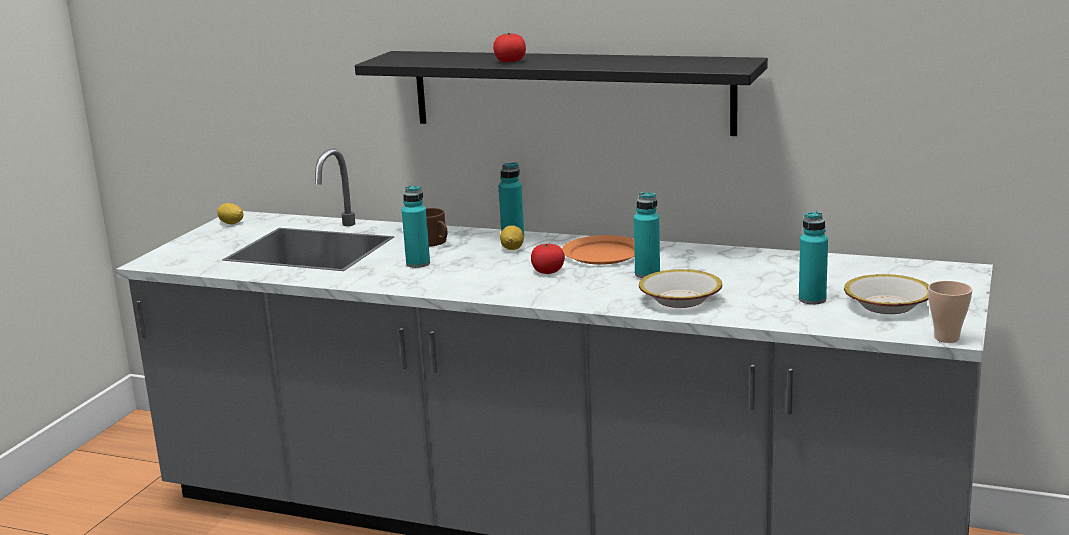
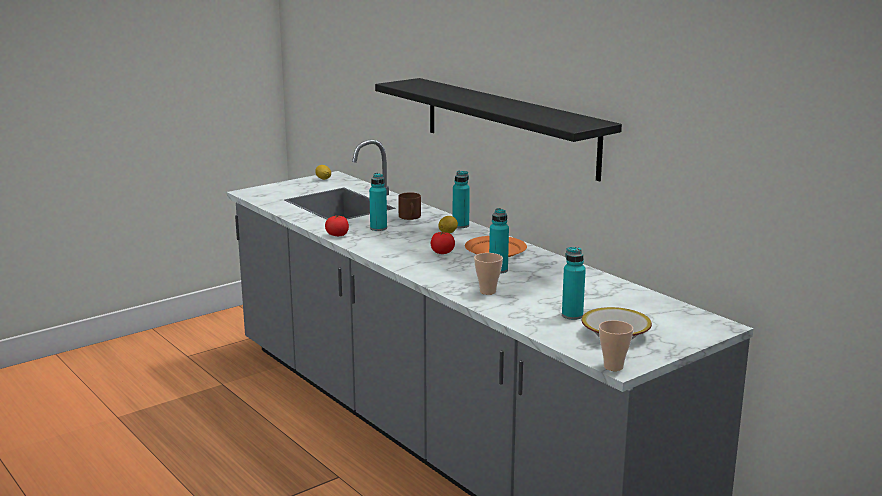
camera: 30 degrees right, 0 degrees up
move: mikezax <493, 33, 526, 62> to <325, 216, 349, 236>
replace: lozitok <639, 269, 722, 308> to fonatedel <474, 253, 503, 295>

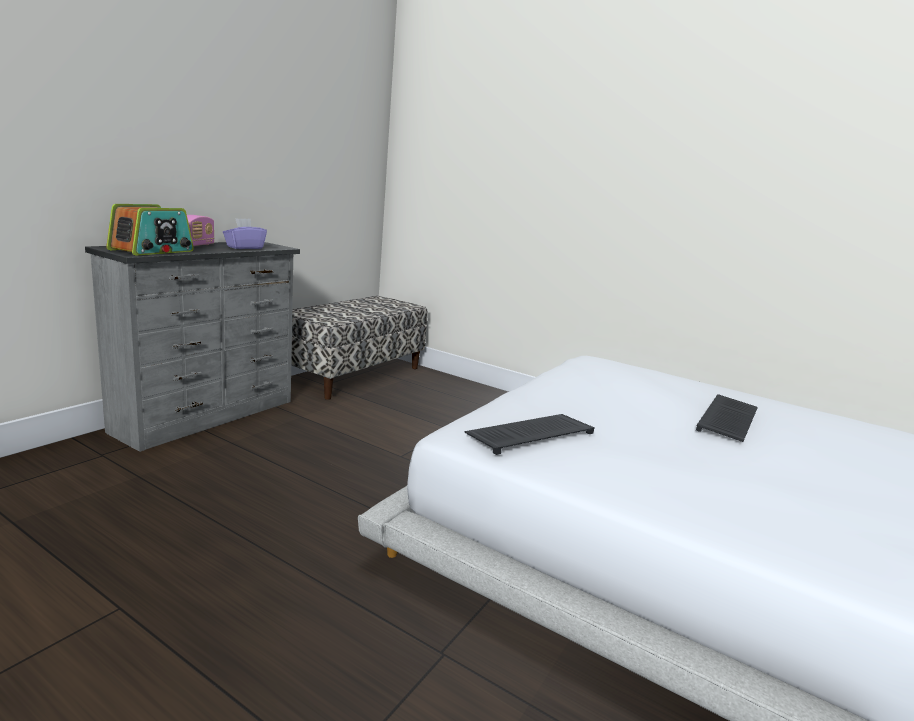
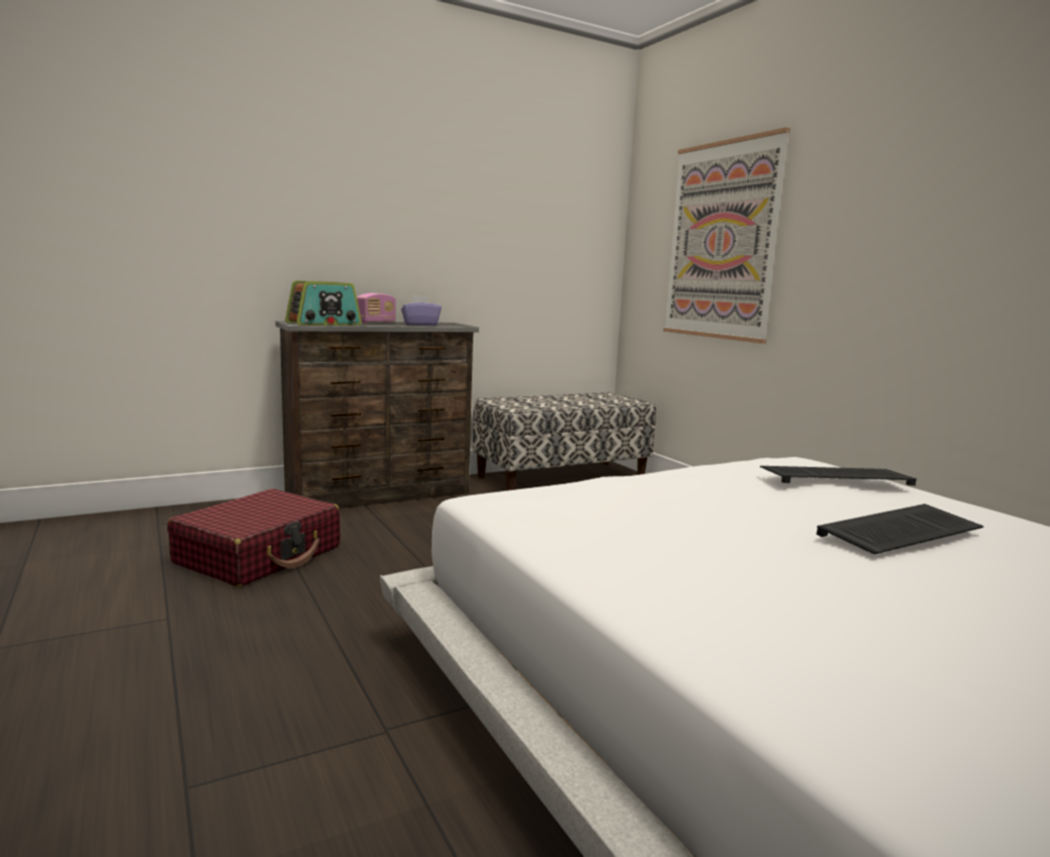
camera: 30 degrees right, 5 degrees down
insert: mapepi <663, 127, 790, 344>; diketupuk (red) <167, 489, 340, 587>
move: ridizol <465, 414, 595, 455> to <760, 466, 917, 486>
recolor: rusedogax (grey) <85, 242, 300, 452> to rusedogax (brown) <275, 321, 479, 509>

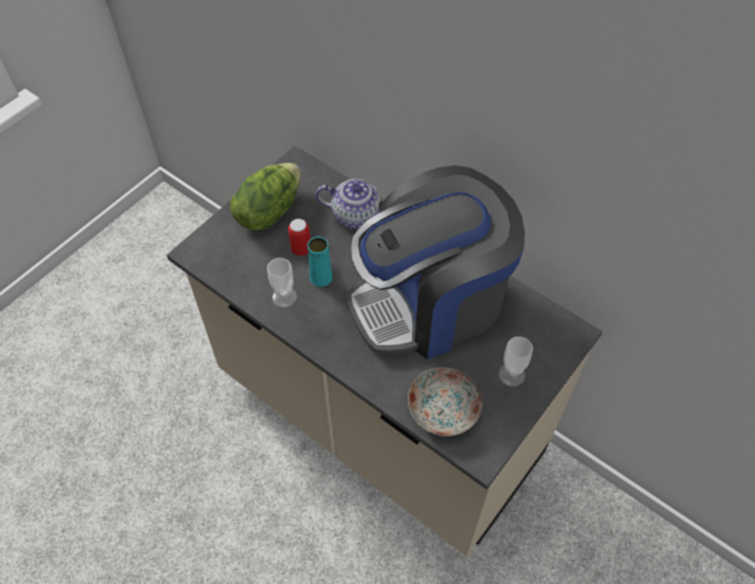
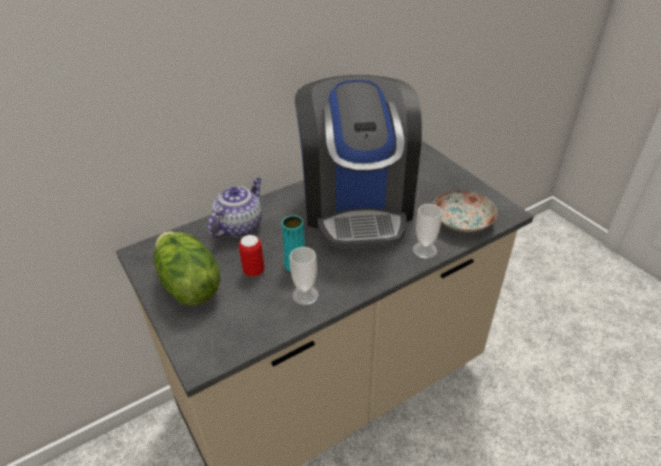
camera: 70 degrees left, 15 degrees down
move: fonatedel <499, 336, 533, 387> to <413, 204, 442, 259>

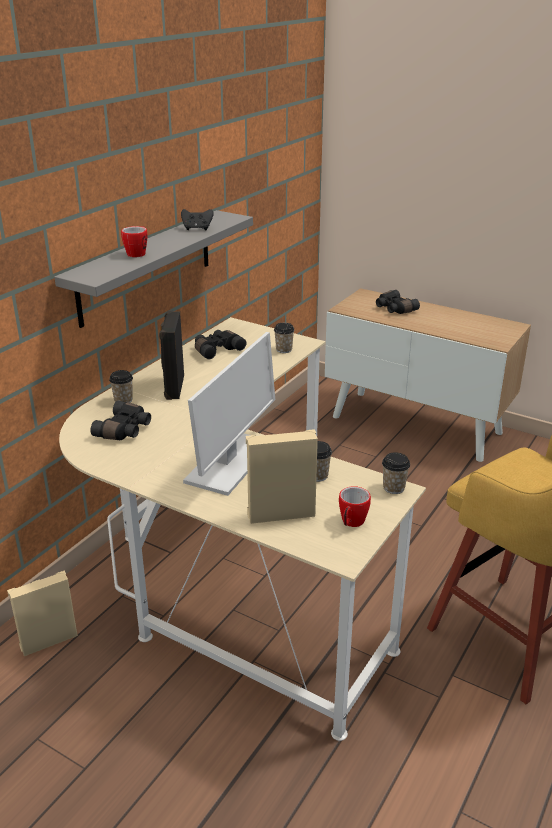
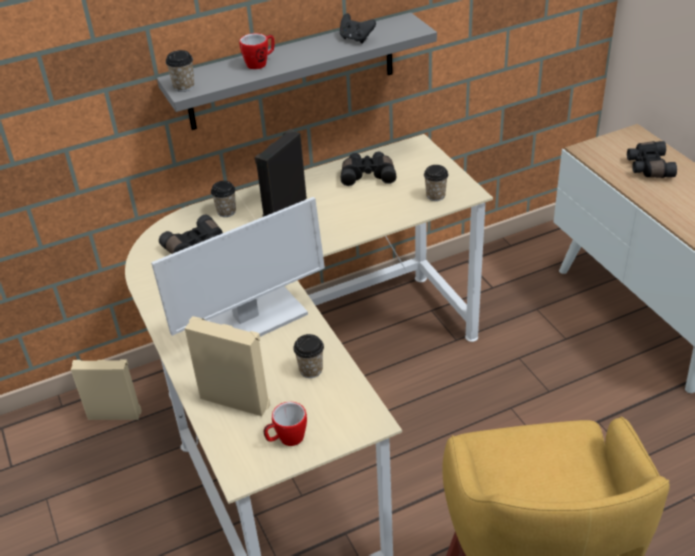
camera: 35 degrees right, 10 degrees up
move: fonatedel <382, 452, 410, 494> to <166, 50, 194, 92>

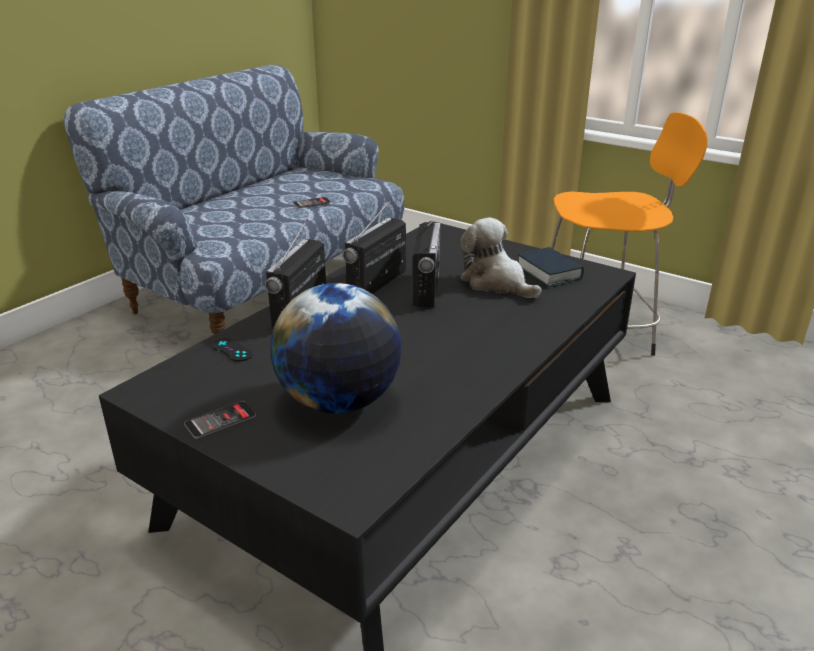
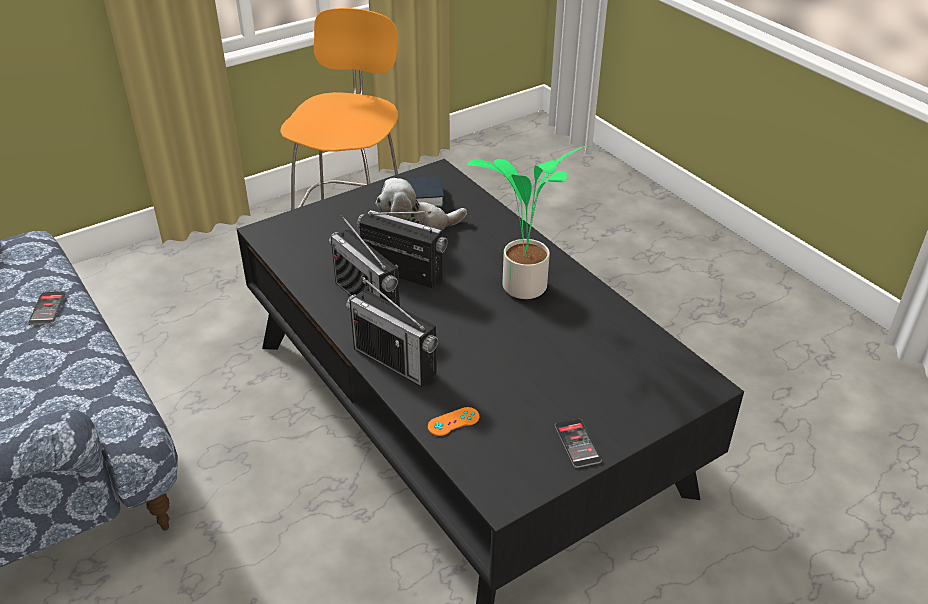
camera: 70 degrees left, 10 degrees up
delete: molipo <270, 283, 402, 414>
insert: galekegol <467, 146, 590, 299>
recolor: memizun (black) <212, 338, 253, 362> to memizun (orange) <428, 407, 479, 436>

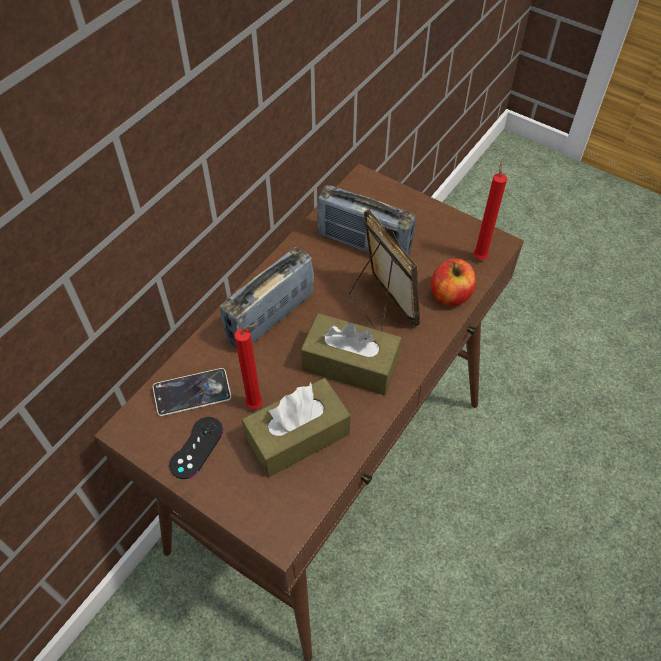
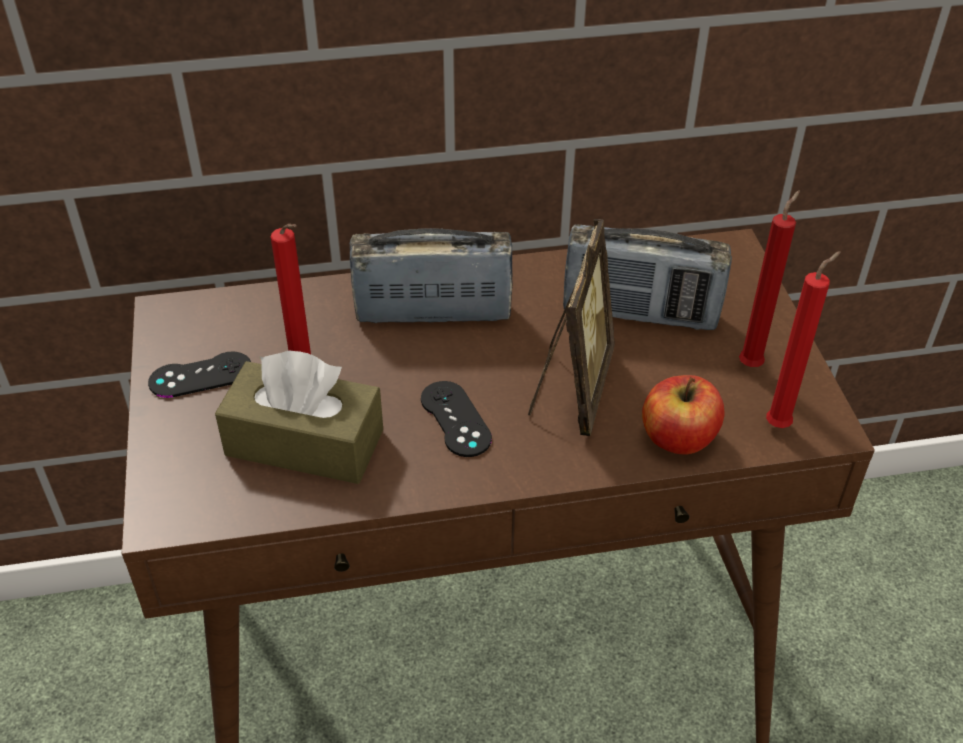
camera: 45 degrees right, 10 degrees down
delete: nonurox <153, 368, 231, 416>
insert: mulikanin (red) <739, 190, 800, 367>
replace: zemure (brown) <301, 313, 402, 395> to memizun (black) <421, 381, 492, 457>
rotate: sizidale <317, 185, 416, 255> = <563, 225, 732, 330> 60 degrees counterclockwise

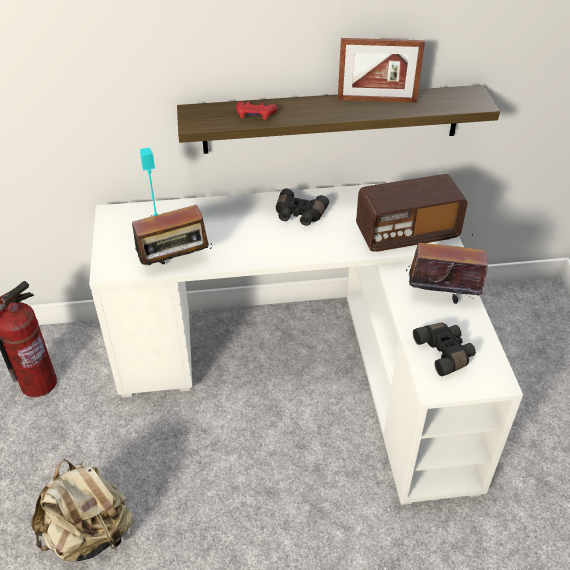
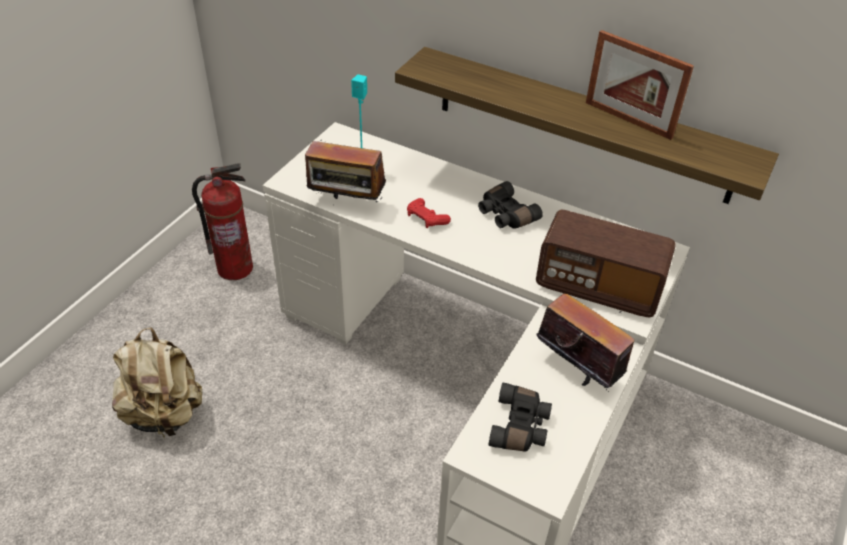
camera: 35 degrees right, 0 degrees up
move: memizun (red) <236, 102, 277, 120> to <407, 198, 451, 228>

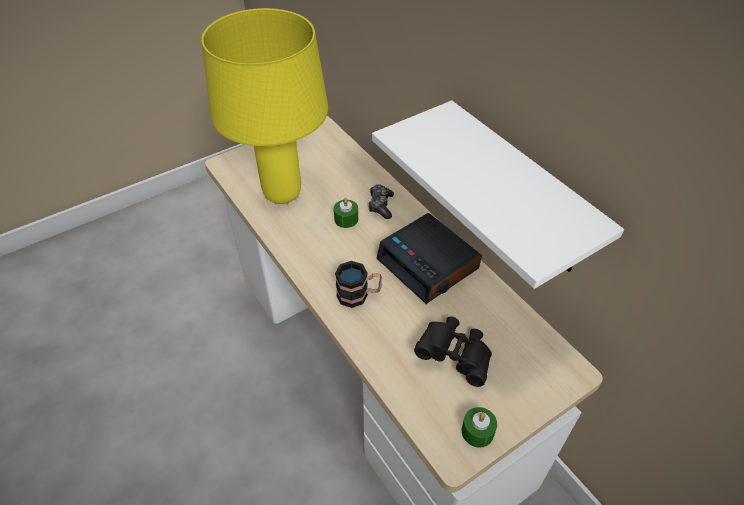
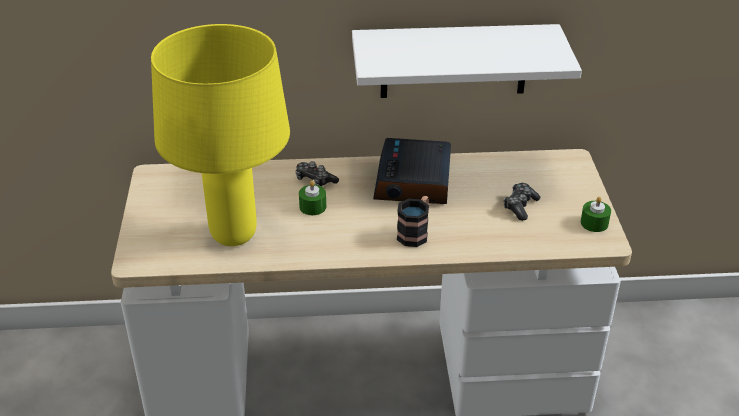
camera: 60 degrees left, 10 degrees down
replace: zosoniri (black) <414, 316, 492, 387> to memizun <503, 183, 540, 221>
rotate: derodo <377, 213, 482, 304> = <373, 138, 451, 204> 105 degrees clockwise

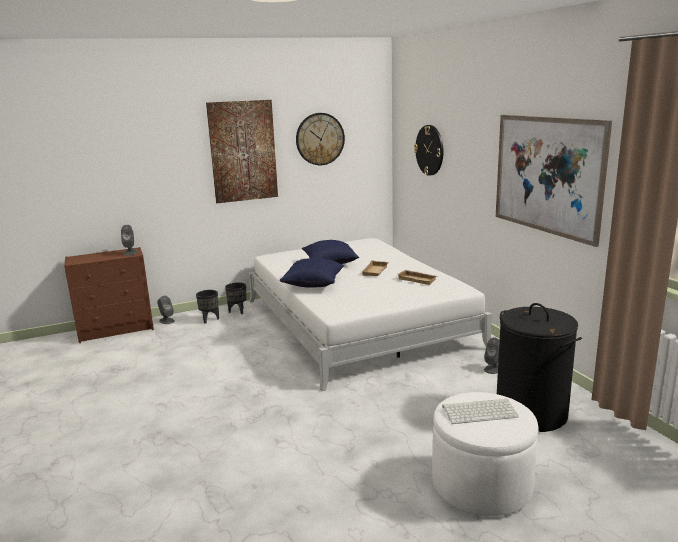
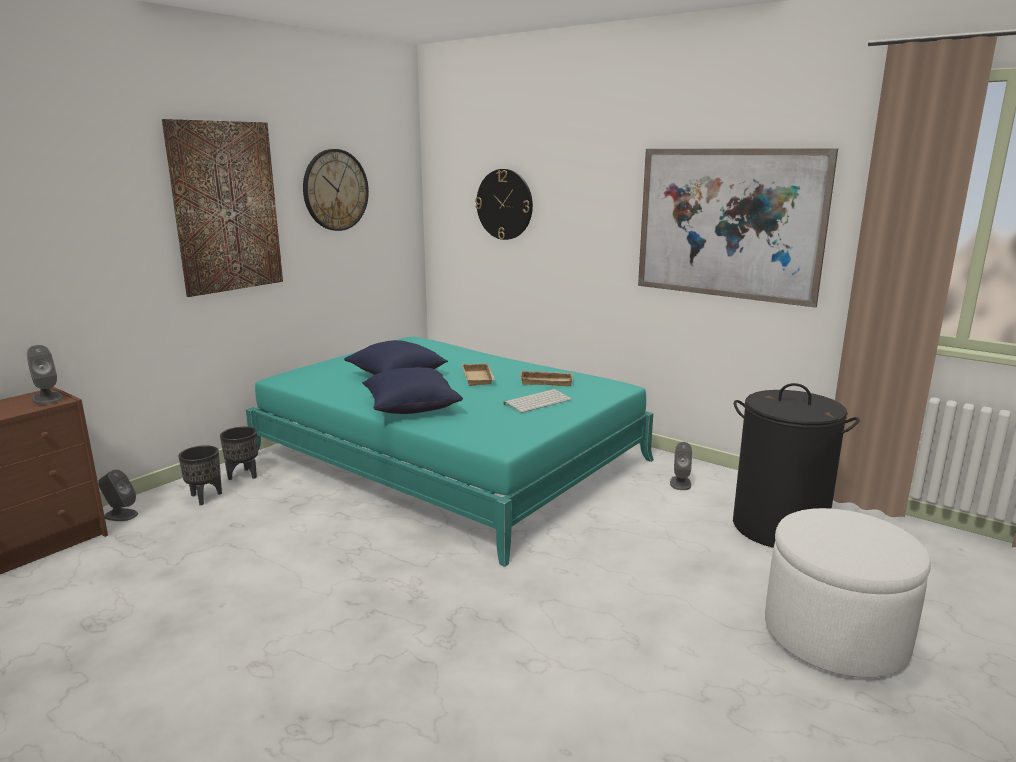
camera: 30 degrees left, 0 degrees up
move: ridizol <442, 399, 519, 424> to <503, 389, 572, 413>
recolor: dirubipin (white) <249, 238, 492, 391> to dirubipin (turquoise) <246, 337, 654, 567>

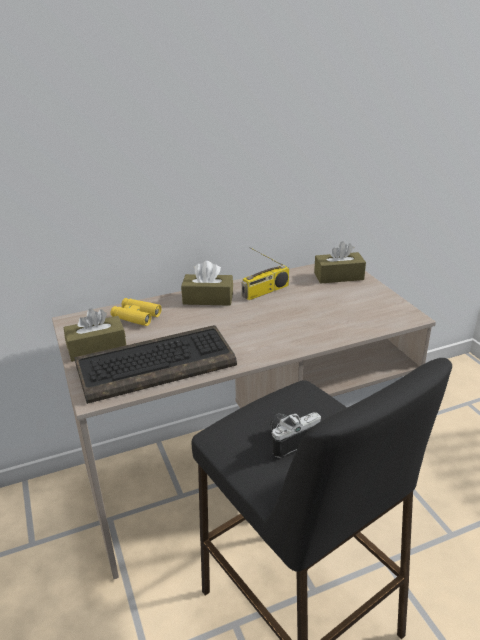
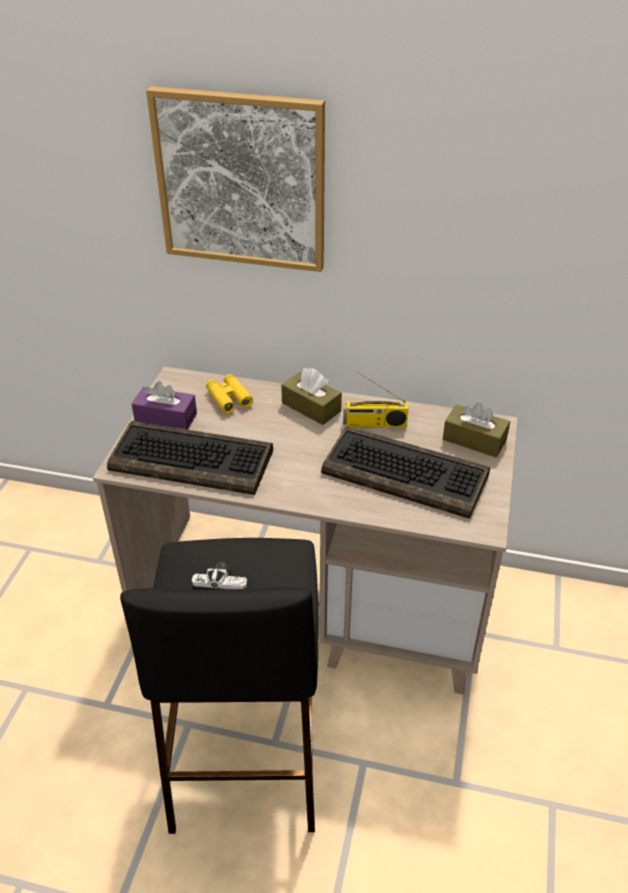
camera: 35 degrees right, 10 degrees up
insert: mapepi <146, 86, 325, 272>; ridizol <321, 426, 490, 519>
recolor: zemure (brown) <63, 308, 126, 362> to zemure (purple) <132, 381, 197, 430>

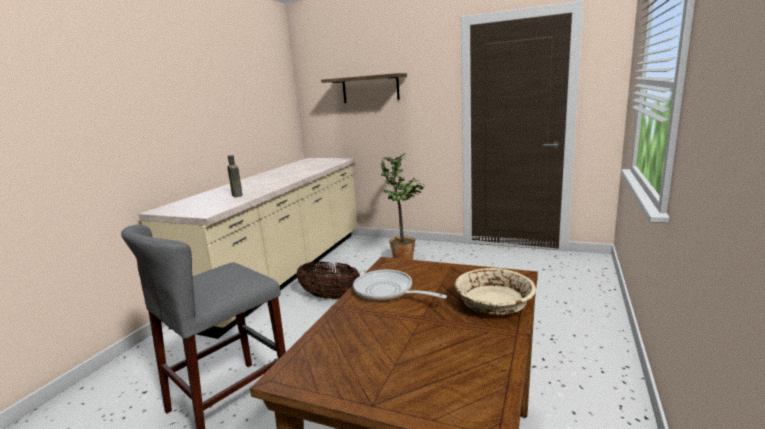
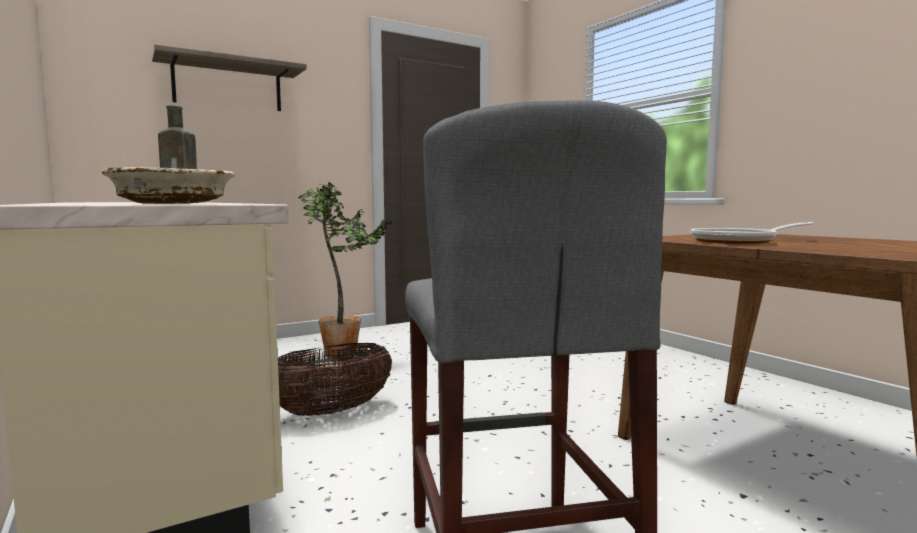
camera: 55 degrees left, 10 degrees down
move: lozitok (beige) <455, 268, 536, 315> to <102, 167, 235, 204>

